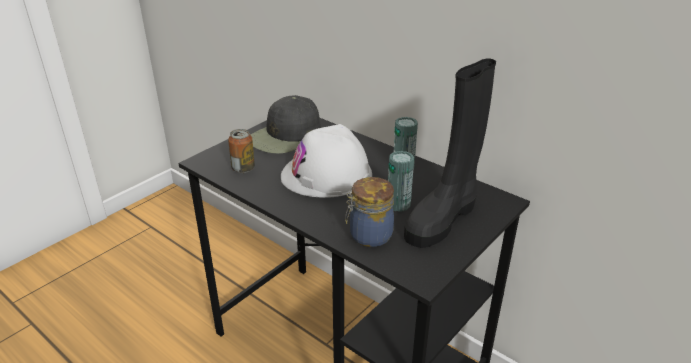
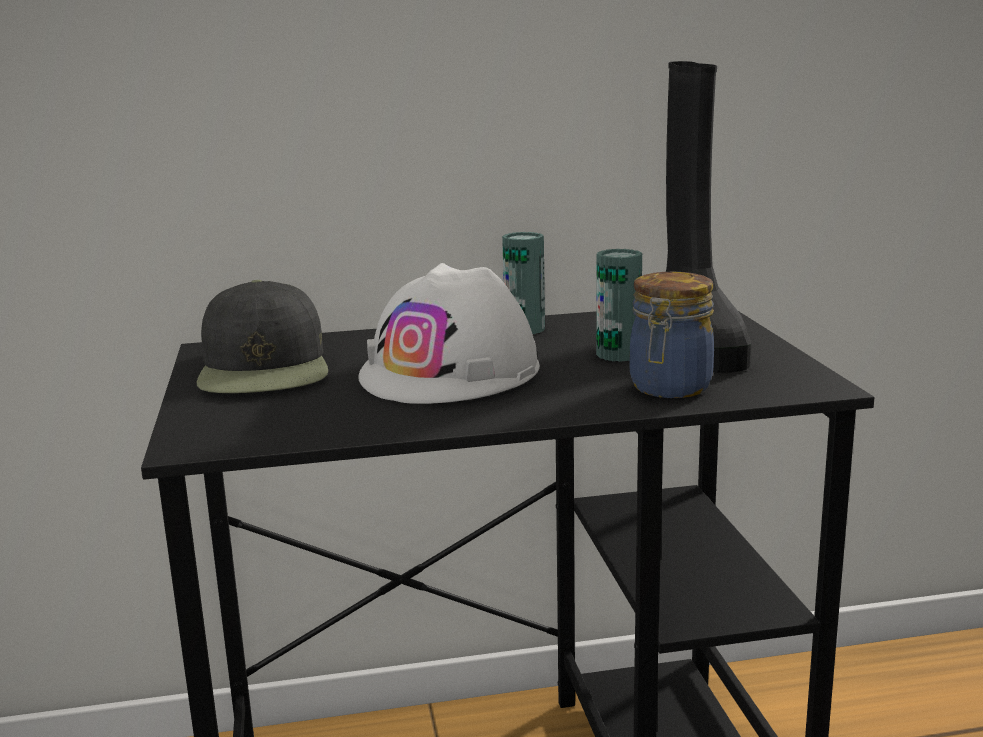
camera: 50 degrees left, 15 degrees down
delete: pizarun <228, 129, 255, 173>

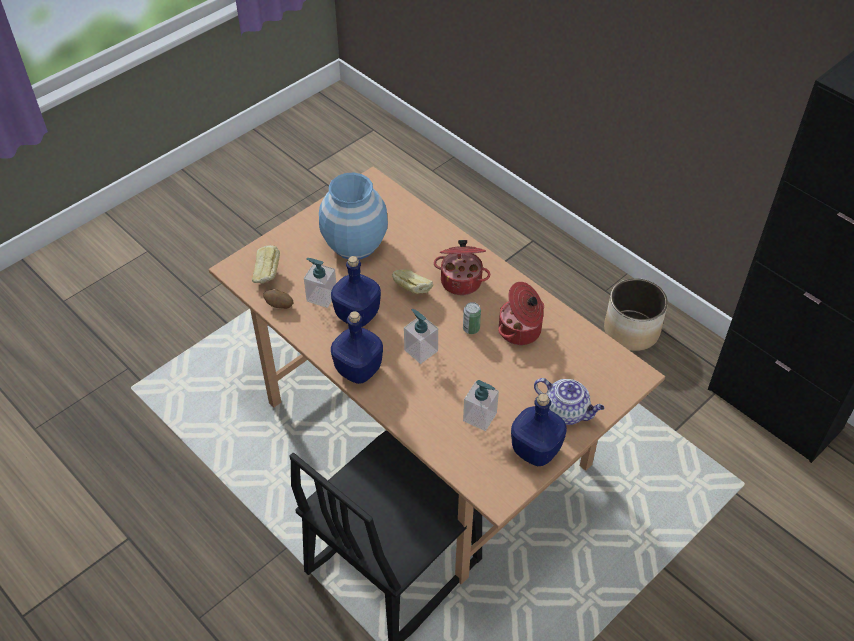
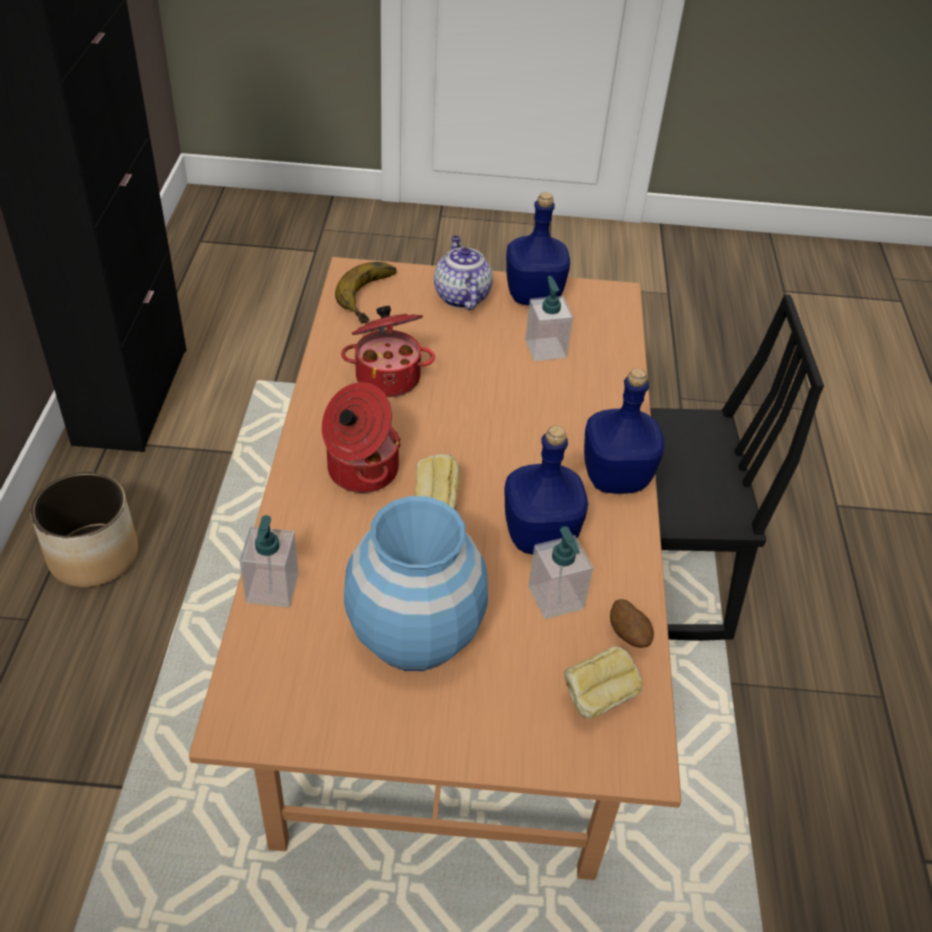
camera: 135 degrees left, 5 degrees down
delete: pizarun <463, 302, 481, 334>
insert: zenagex <335, 262, 396, 323>
move: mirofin <404, 309, 438, 364> to <239, 515, 299, 608>

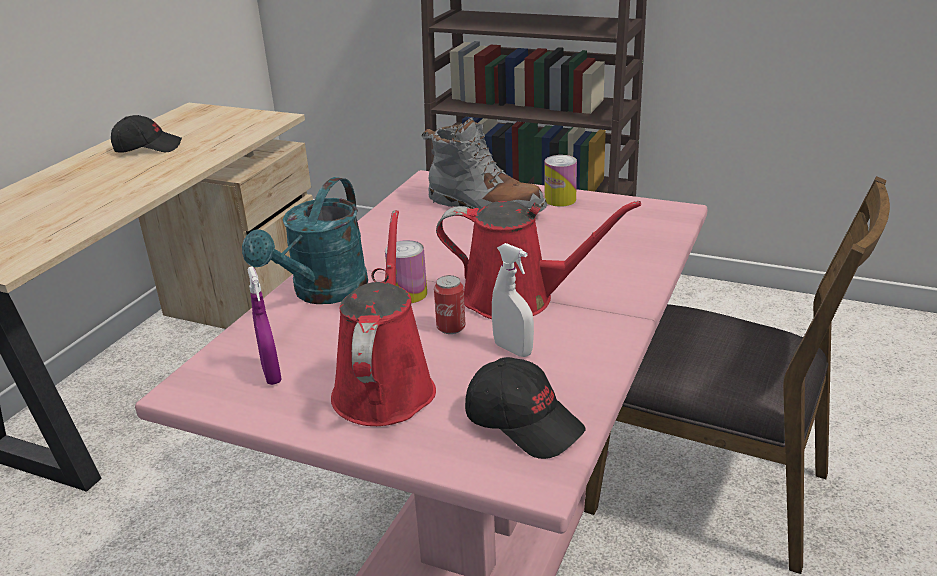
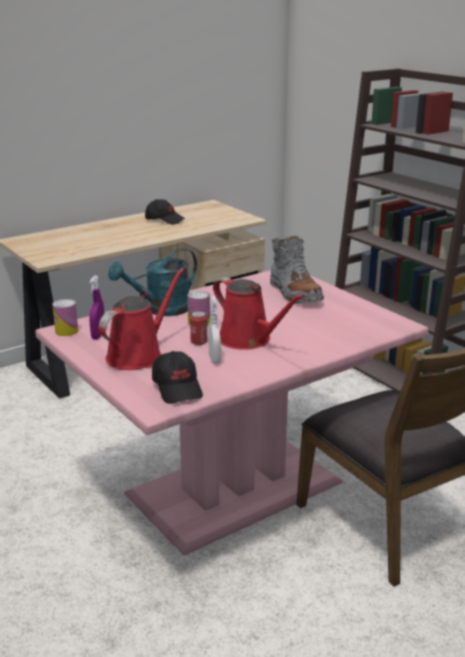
camera: 30 degrees right, 5 degrees down
move: pizarun <545, 155, 577, 207> to <52, 299, 78, 336>

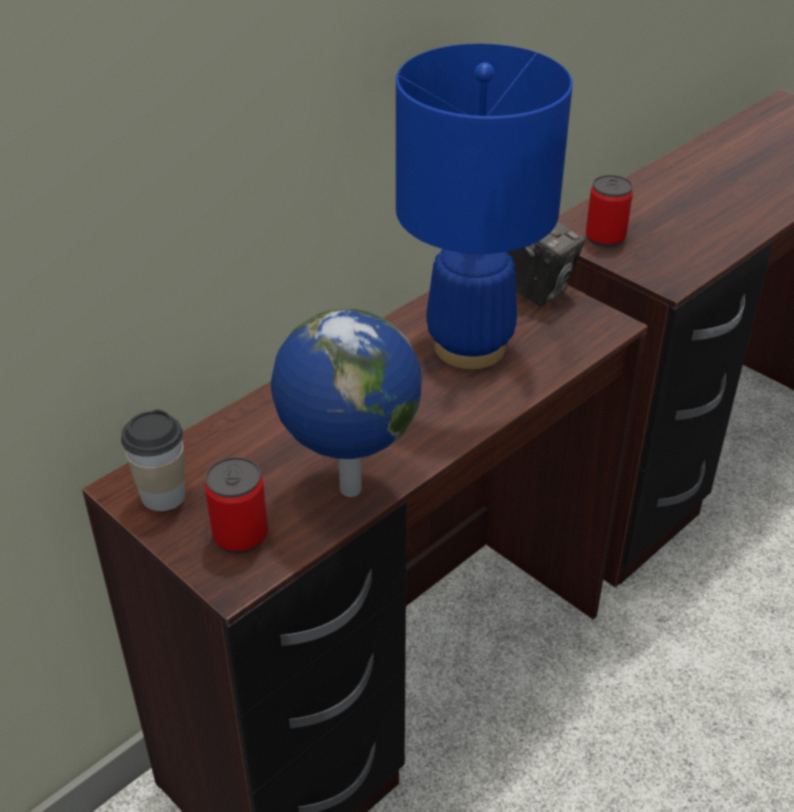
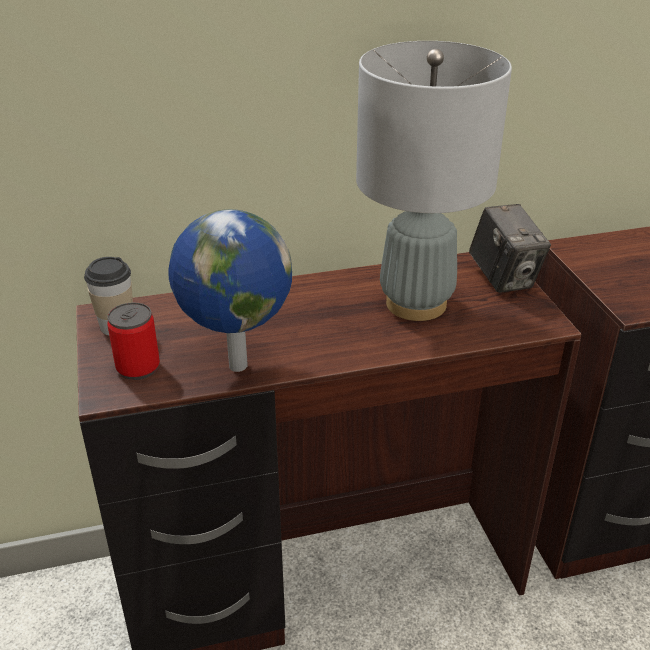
camera: 30 degrees right, 5 degrees down
delete: pizarun <586, 175, 633, 248>
recolor: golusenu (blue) <396, 44, 573, 369> to golusenu (grey) <356, 41, 512, 321>

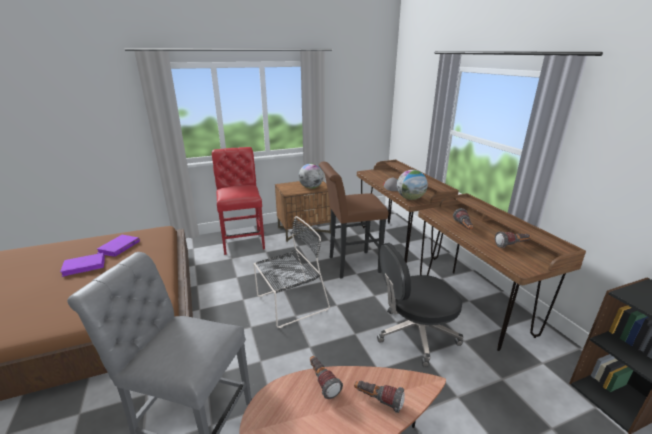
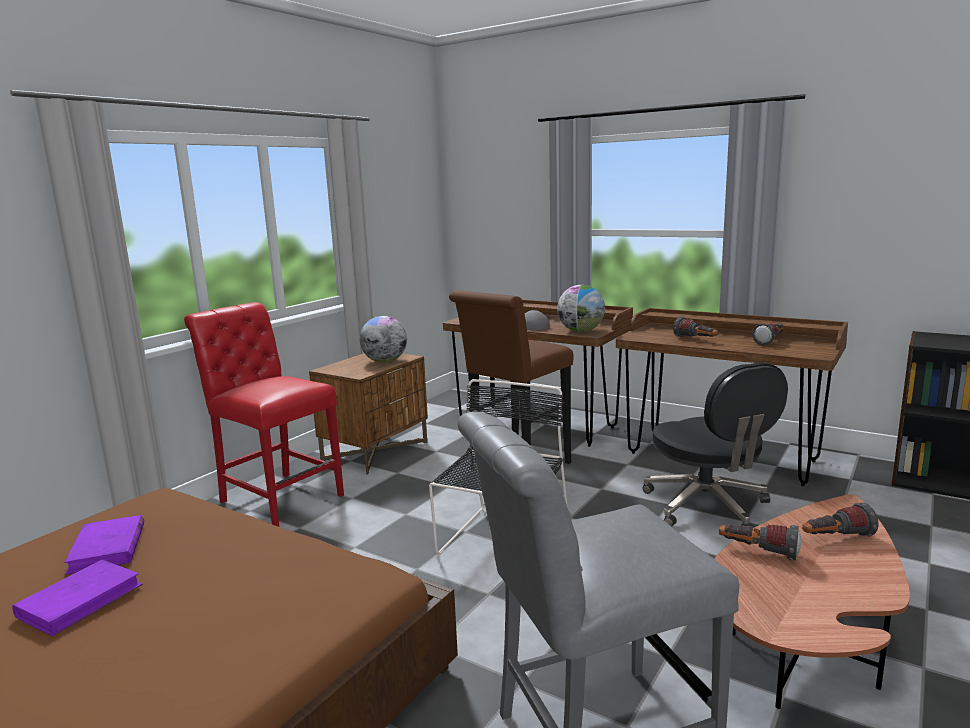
camera: 35 degrees left, 10 degrees down
rotate: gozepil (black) <377, 243, 463, 367> = <642, 362, 788, 527> 60 degrees counterclockwise

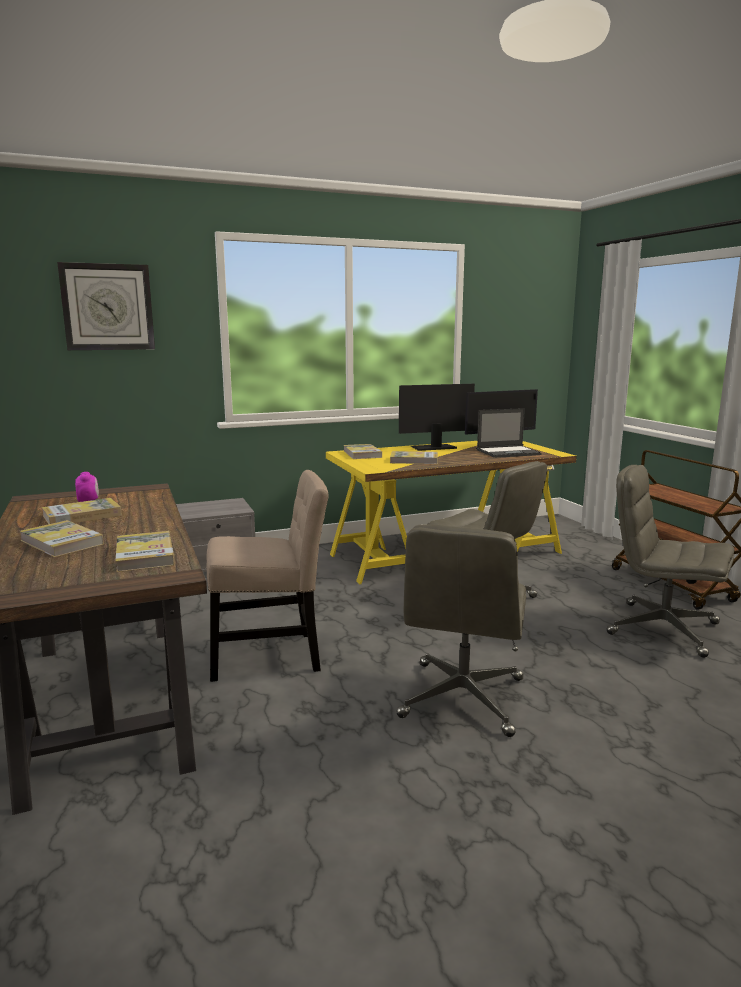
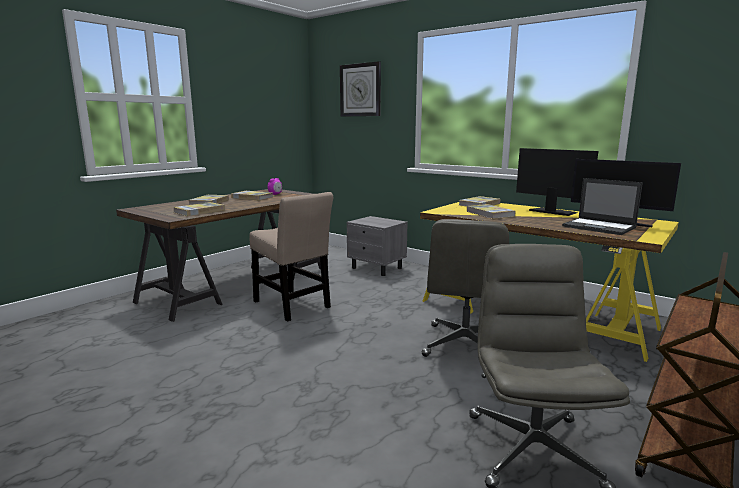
camera: 60 degrees right, 0 degrees up
delete: gozepil (grey) <396, 524, 526, 737>

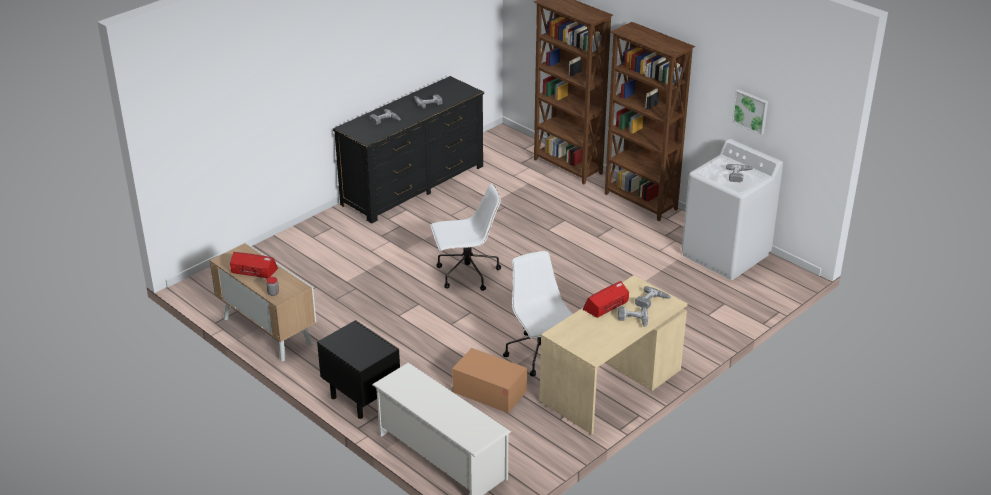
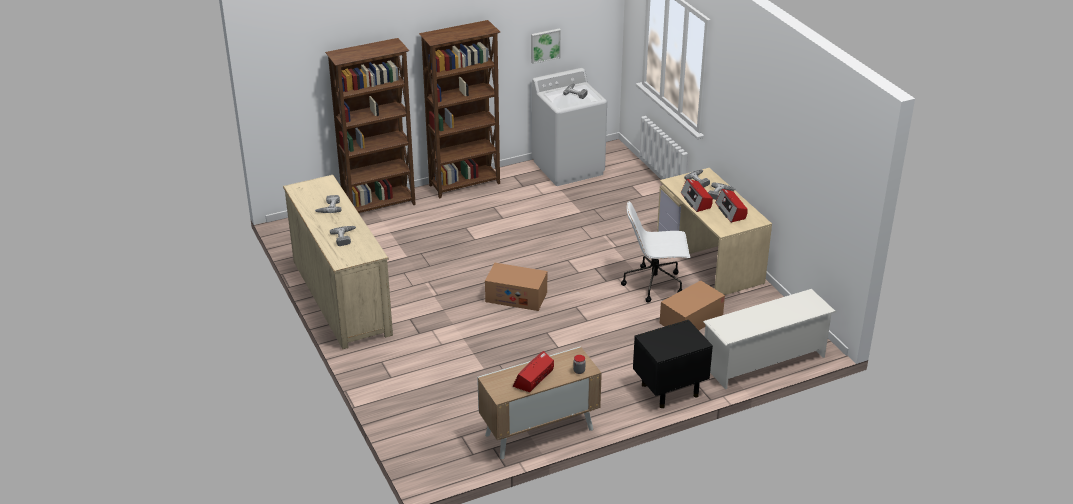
camera: 70 degrees left, 0 degrees up
insert: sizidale <715, 189, 748, 223>
replace: gozepil (white) <430, 183, 501, 291> to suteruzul <485, 263, 547, 311>
recolor: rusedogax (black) <333, 76, 484, 224> to rusedogax (beige) <283, 175, 393, 349>

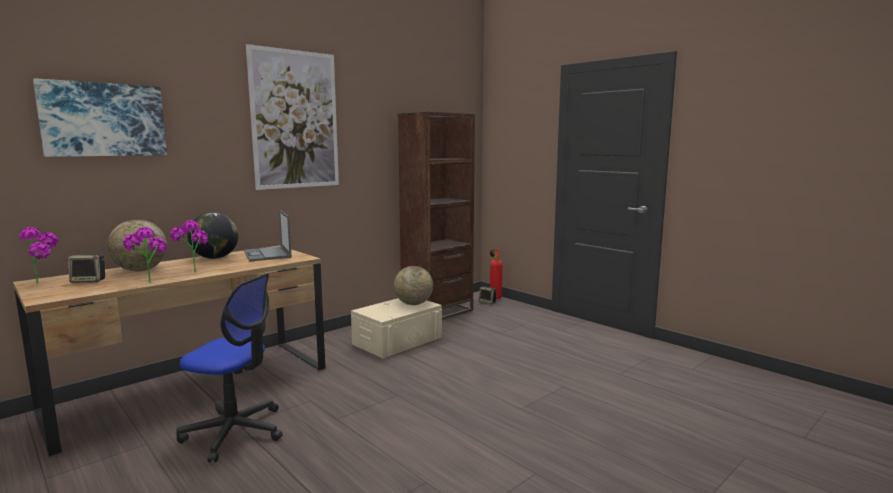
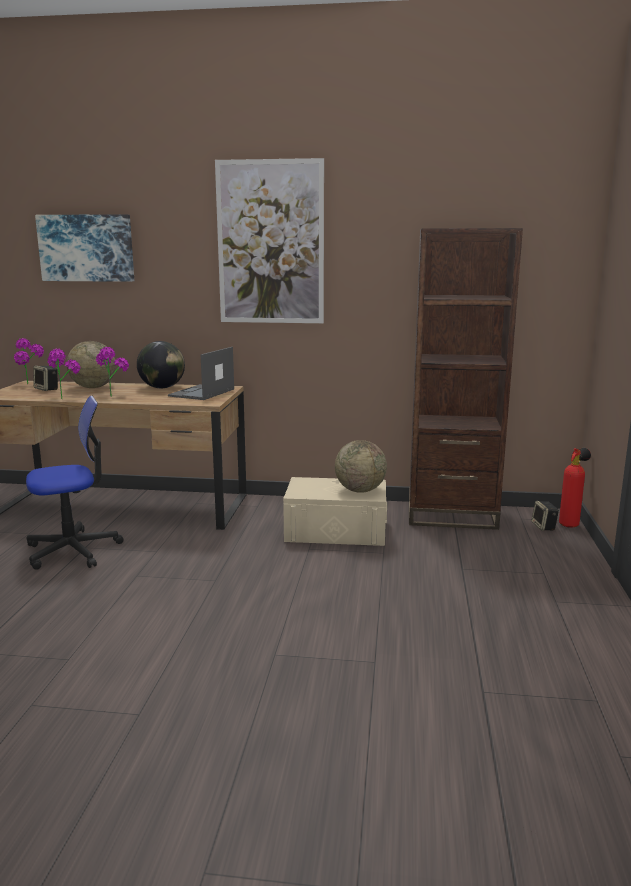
camera: 50 degrees right, 5 degrees up
rotate: gozepil <176, 273, 283, 462> = <26, 396, 124, 570> 90 degrees counterclockwise

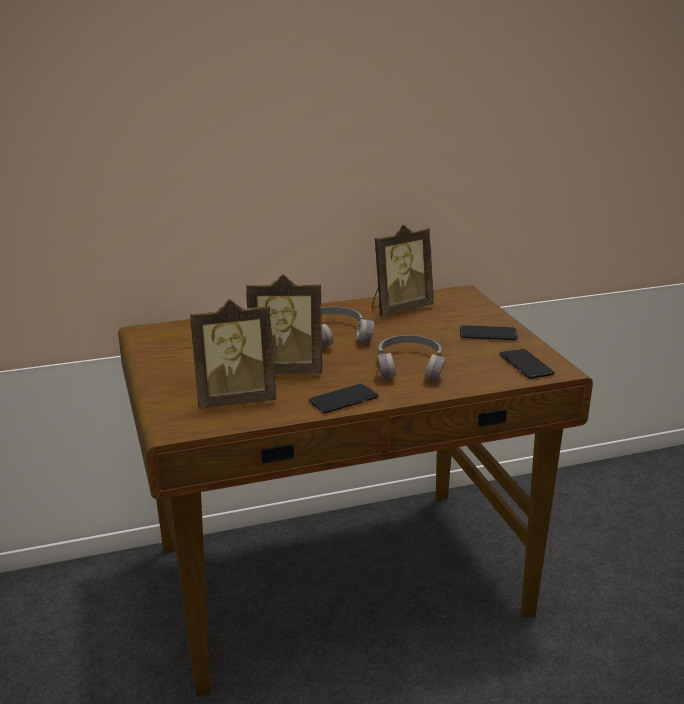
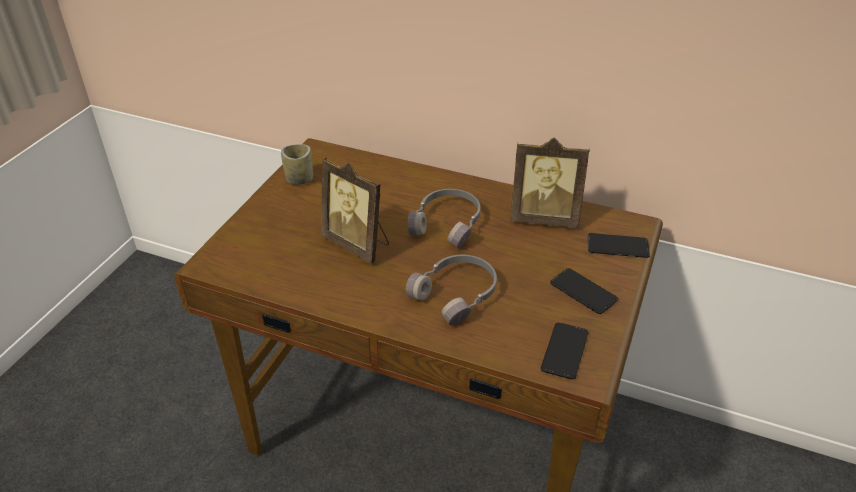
camera: 40 degrees right, 15 degrees up
delete: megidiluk <190, 299, 276, 409>
insert: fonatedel <281, 144, 313, 185>
move: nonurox <309, 384, 379, 413> to <588, 233, 650, 258>

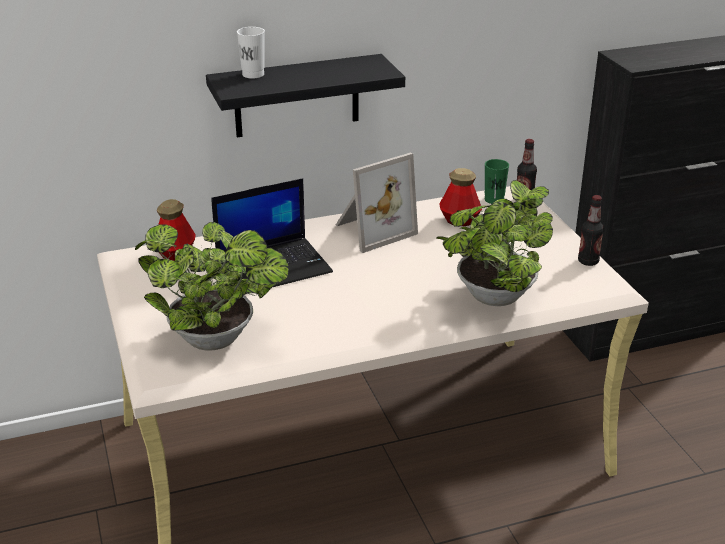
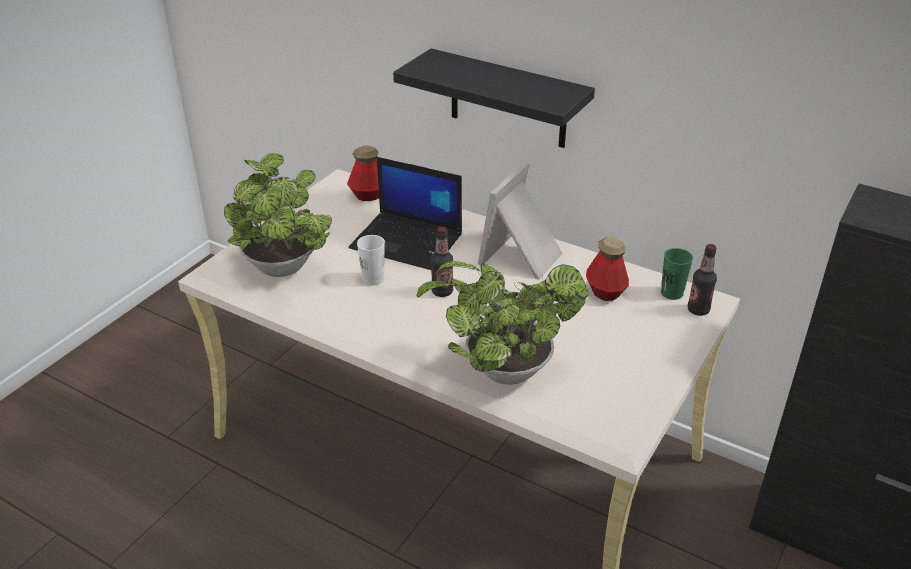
camera: 50 degrees right, 5 degrees up
move: fonatedel (white) <237, 27, 265, 79> to <357, 235, 385, 286>; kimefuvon <578, 195, 604, 266> to <431, 226, 453, 297>
rotate: megidiluk <336, 153, 418, 253> = <478, 162, 563, 279> 105 degrees clockwise

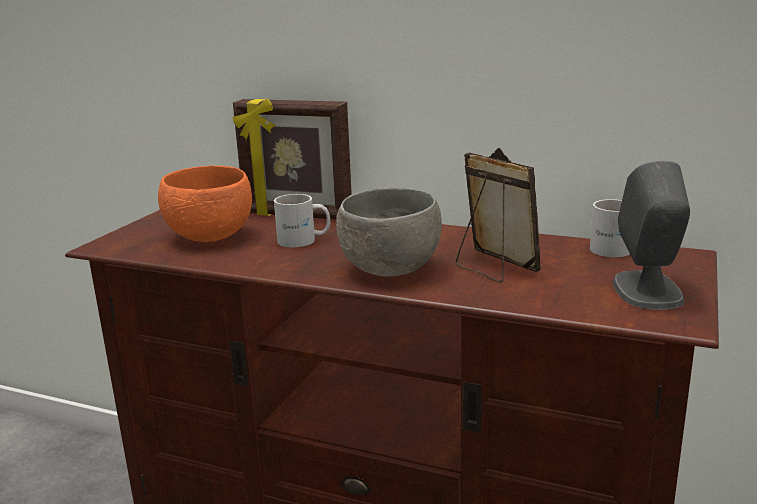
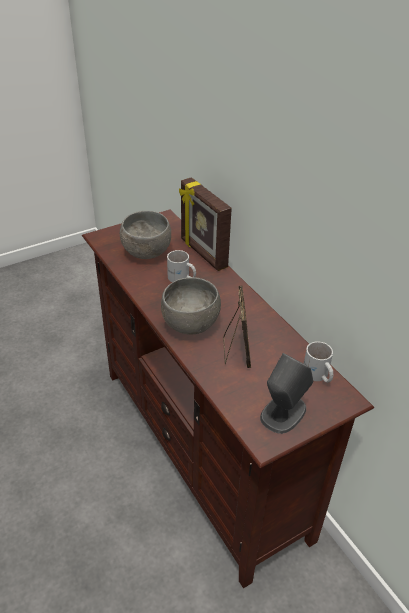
camera: 35 degrees right, 20 degrees up
recolor: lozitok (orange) <158, 166, 252, 242> to lozitok (grey) <120, 211, 171, 259>

